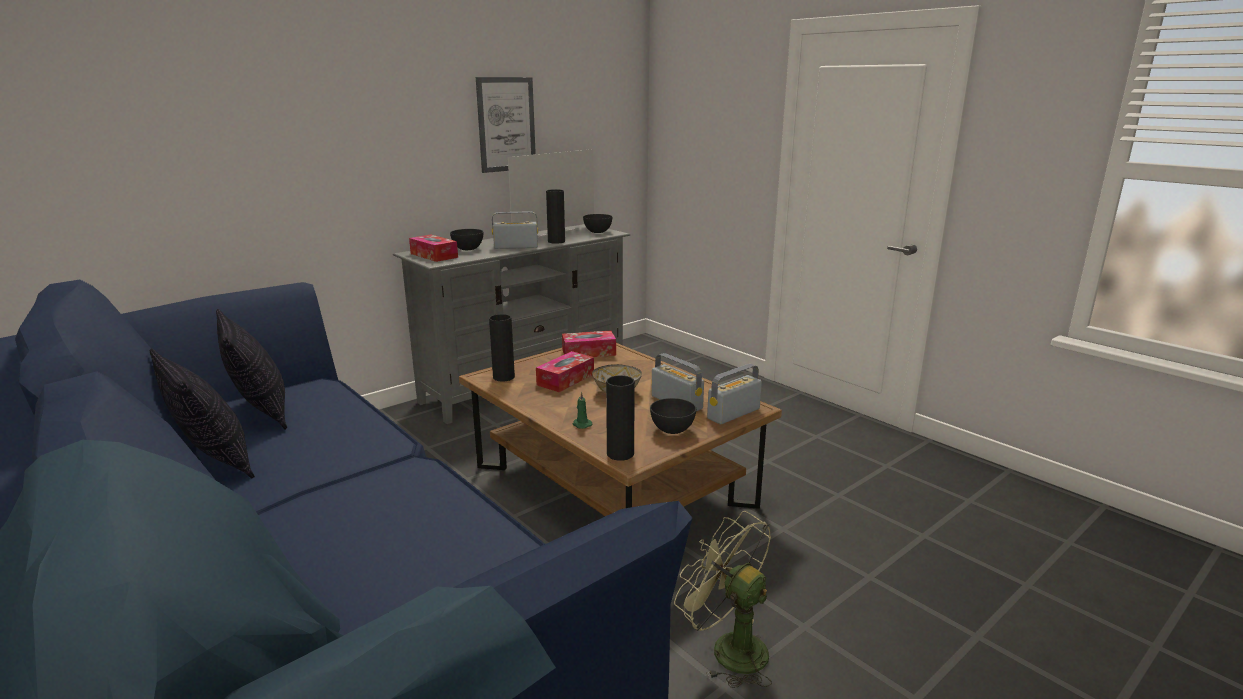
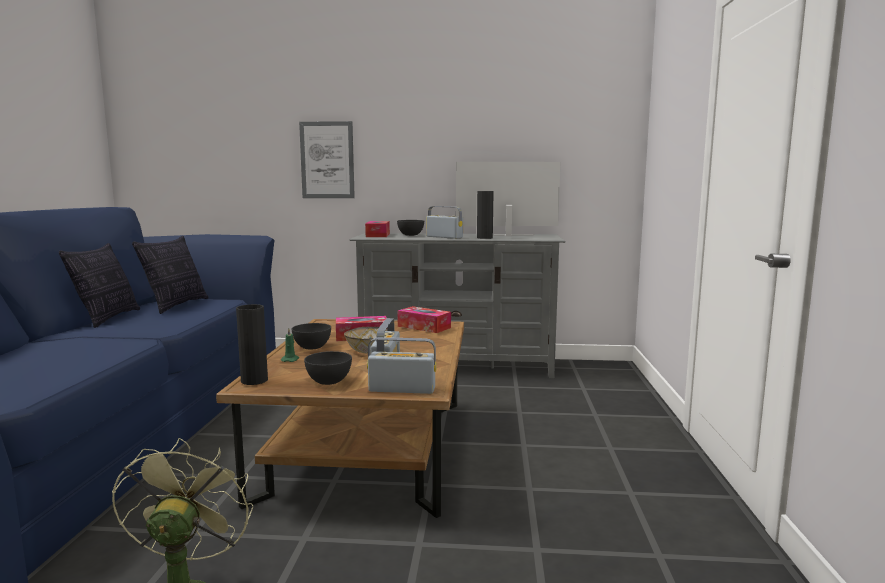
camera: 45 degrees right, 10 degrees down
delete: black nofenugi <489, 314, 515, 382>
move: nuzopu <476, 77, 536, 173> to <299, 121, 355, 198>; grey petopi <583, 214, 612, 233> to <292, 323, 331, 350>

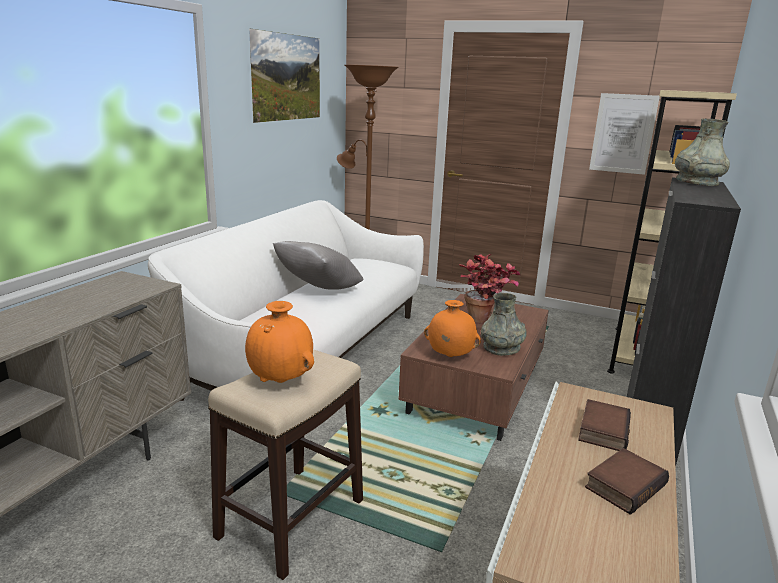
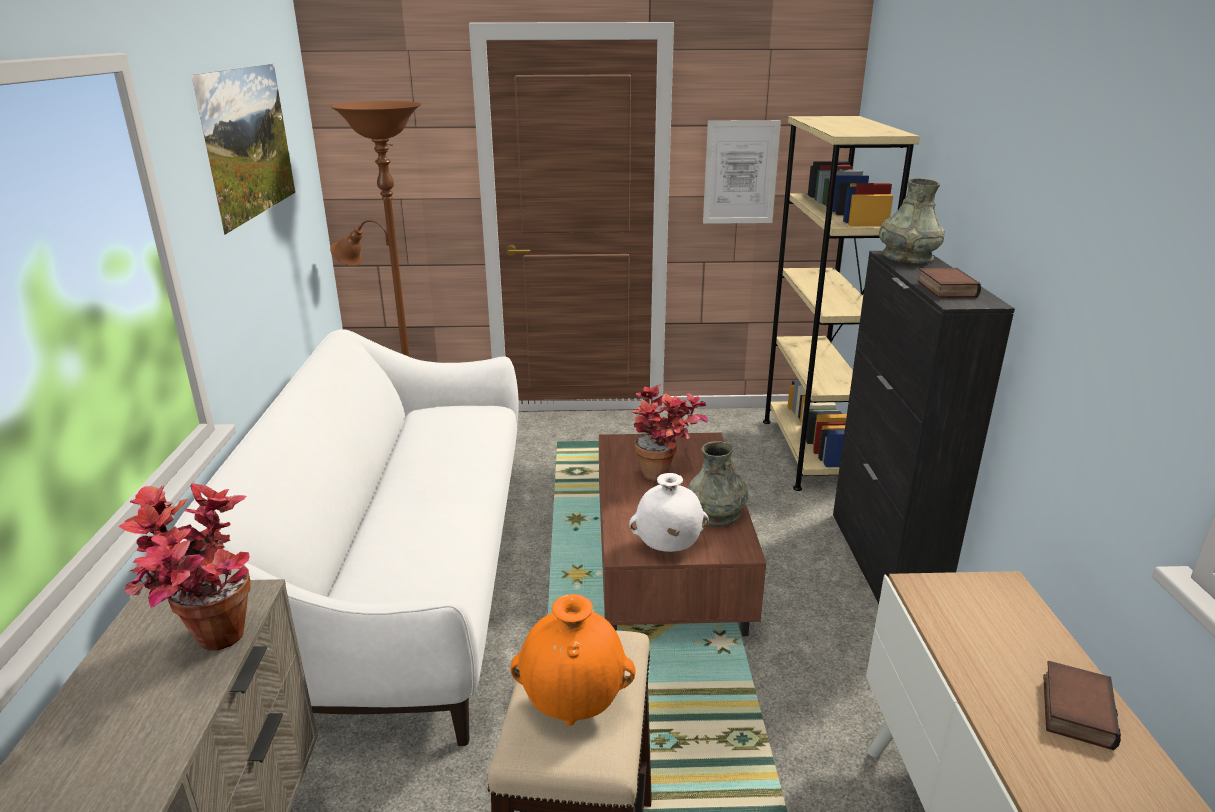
camera: 25 degrees left, 5 degrees up
delete: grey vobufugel <273, 241, 364, 290>
insert: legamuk <118, 483, 250, 651>
move: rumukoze <578, 399, 631, 451> to <917, 268, 981, 298>
recolor: orange nofenugi <424, 300, 481, 357> to white nofenugi <629, 473, 709, 552>

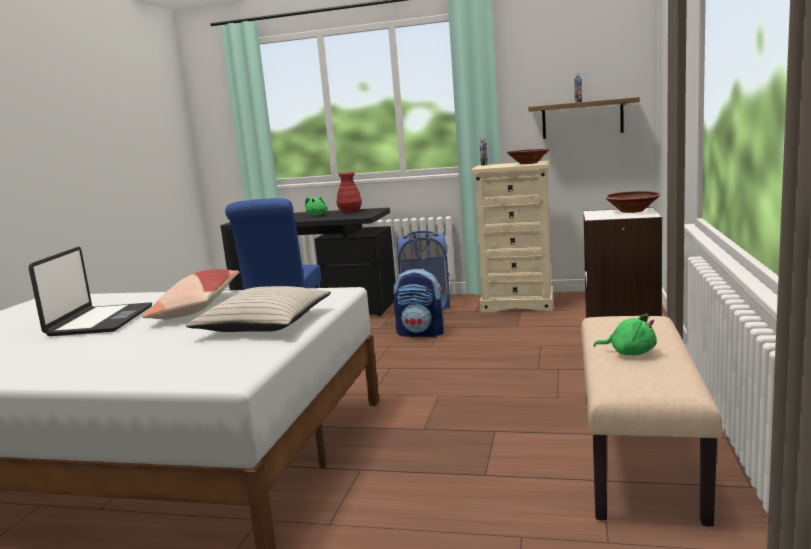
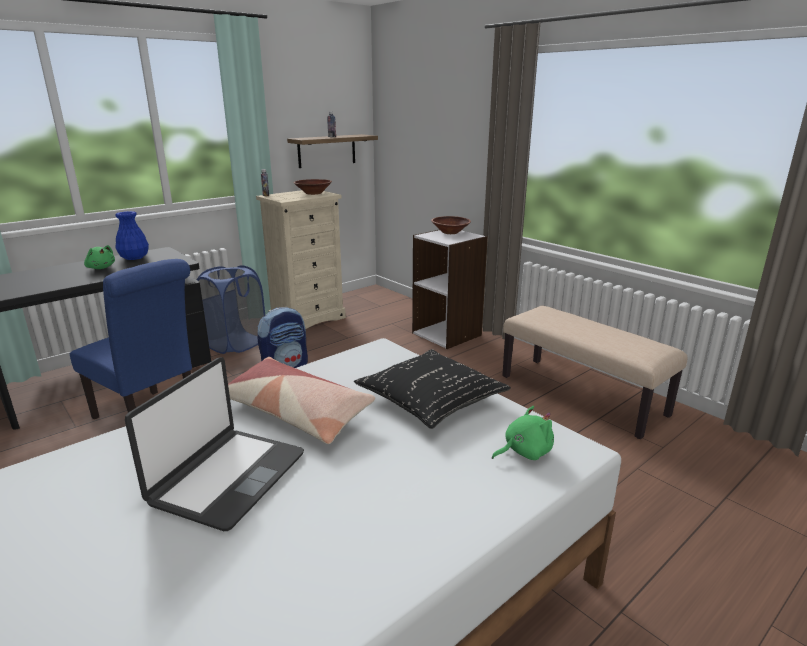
camera: 55 degrees left, 10 degrees up
move: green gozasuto <594, 314, 657, 355> to <492, 406, 554, 460>
recolor: beige vobufugel <186, 286, 331, 332> to black vobufugel <354, 349, 511, 429>; red nofenugi <336, 172, 362, 213> to blue nofenugi <115, 211, 149, 260>
rotate: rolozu <29, 247, 152, 336> = <125, 357, 304, 531> 75 degrees clockwise

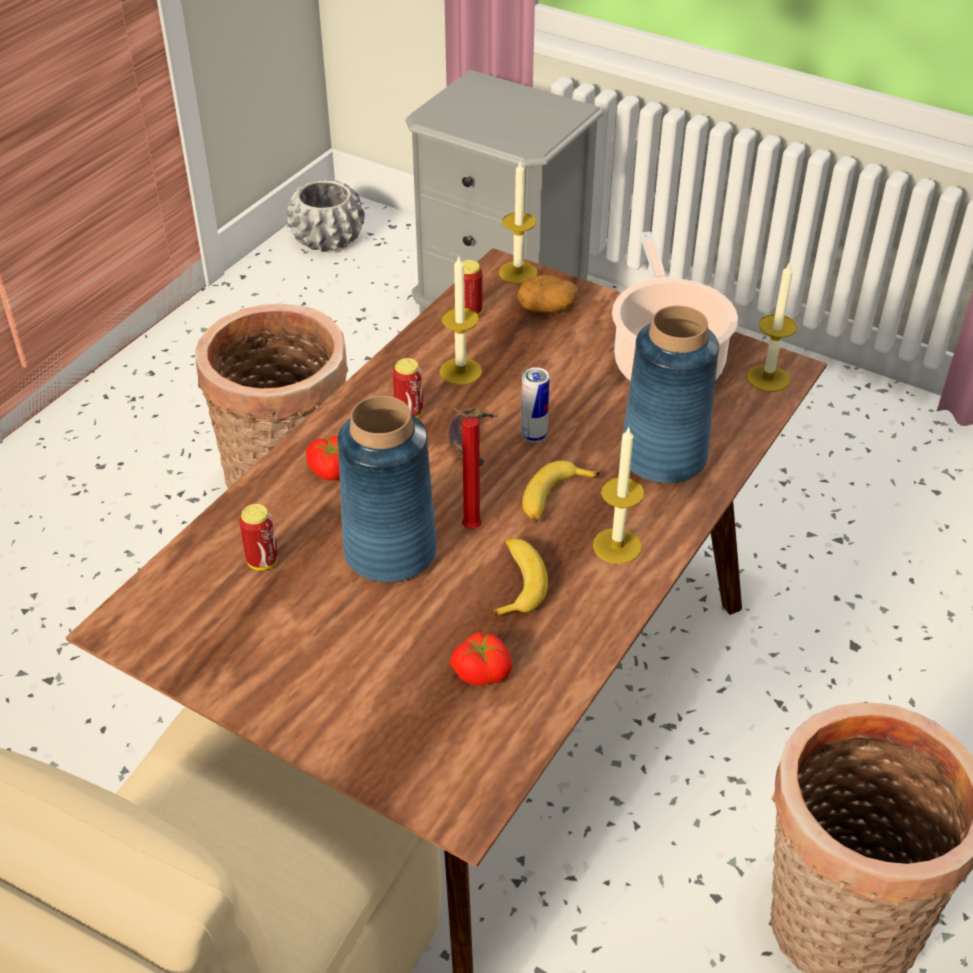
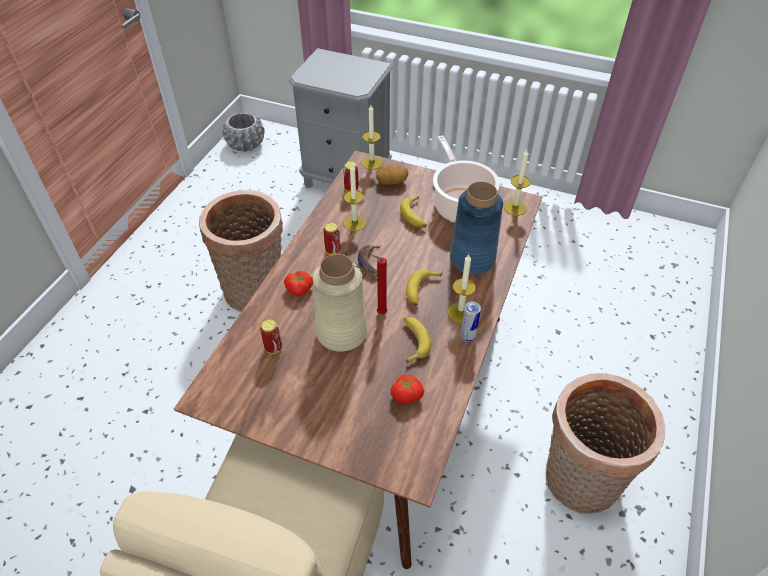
camera: 10 degrees left, 5 degrees up
insert: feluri <400, 195, 427, 228>
move: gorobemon <521, 367, 550, 442> to <460, 301, 481, 342>
recolor: blue nofenugi <337, 396, 437, 583> to beige nofenugi <313, 254, 367, 352>

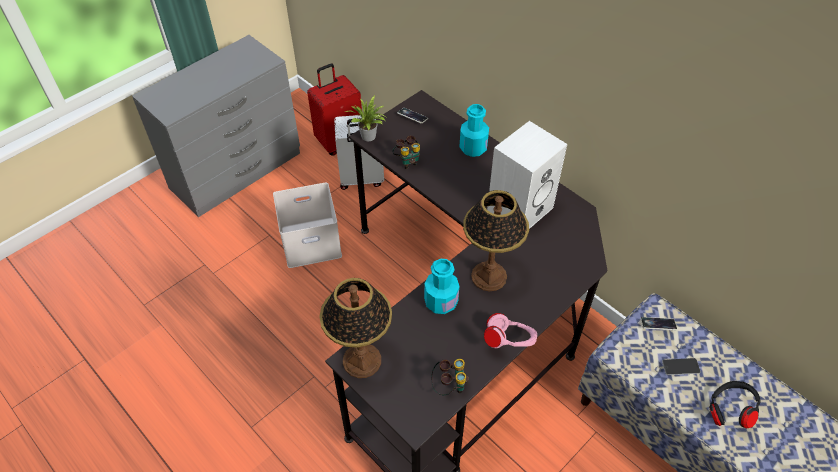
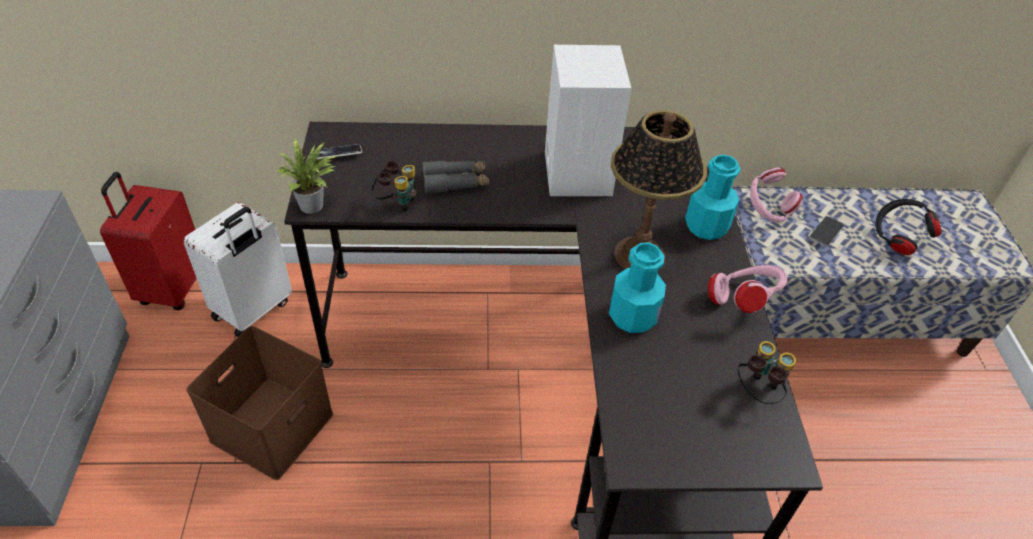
camera: 50 degrees left, 5 degrees down
delete: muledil <319, 278, 392, 378>
insert: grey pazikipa <422, 161, 489, 194>
move: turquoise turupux <459, 104, 489, 157> to <685, 155, 741, 240>
replace: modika <640, 317, 677, 330> to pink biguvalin <750, 167, 803, 222>
recolor: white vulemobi <273, 182, 342, 268> to brown vulemobi <186, 326, 333, 480>

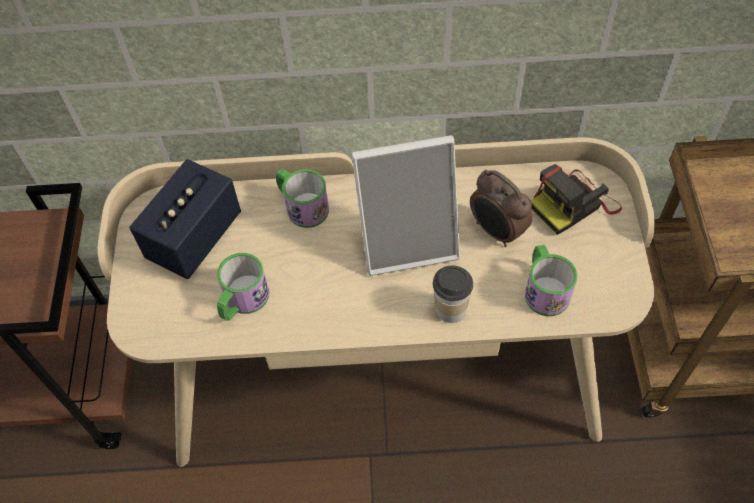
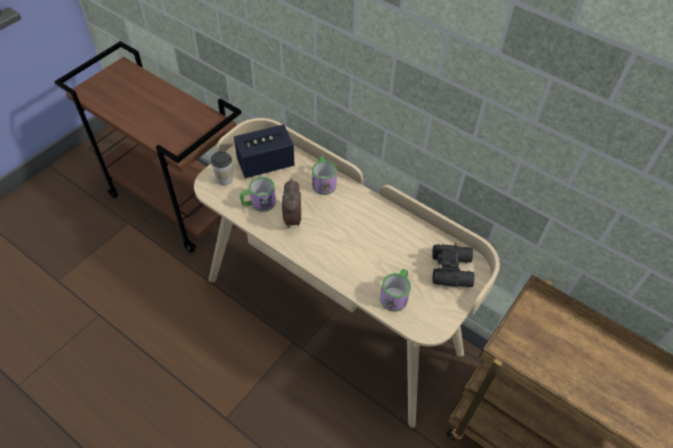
camera: 35 degrees right, 5 degrees down
delete: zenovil <352, 135, 460, 276>
move: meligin <433, 266, 473, 323> to <211, 151, 233, 185>; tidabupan <470, 170, 532, 247> to <282, 179, 301, 229>
replace: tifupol <531, 164, 622, 235> to black pazikipa <432, 243, 475, 288>

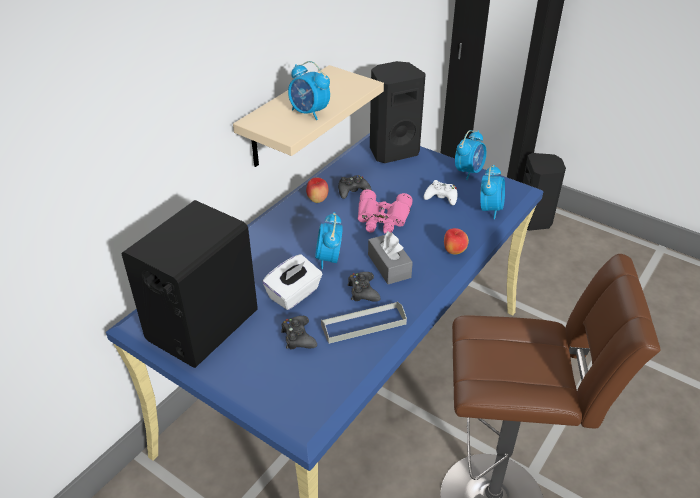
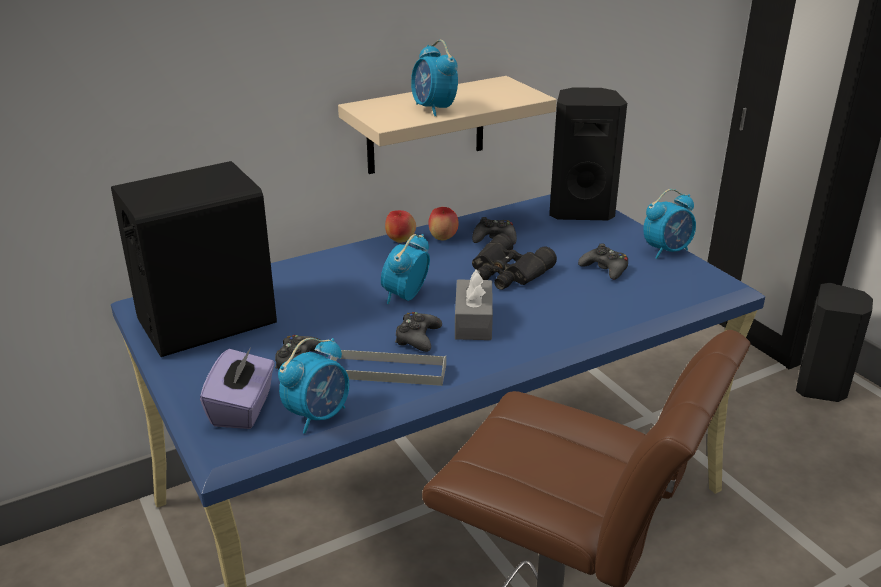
camera: 25 degrees right, 10 degrees down
delete: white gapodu <262, 254, 323, 310>
insert: purple gapodu <200, 348, 275, 429>
move: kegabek <444, 228, 469, 255> to <385, 210, 416, 243>; tidabupan <480, 165, 505, 219> to <278, 338, 349, 434>
recolor: pink pazikipa <358, 189, 413, 234> to black pazikipa <472, 233, 557, 290>; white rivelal <424, 180, 457, 205> to black rivelal <578, 243, 628, 280>

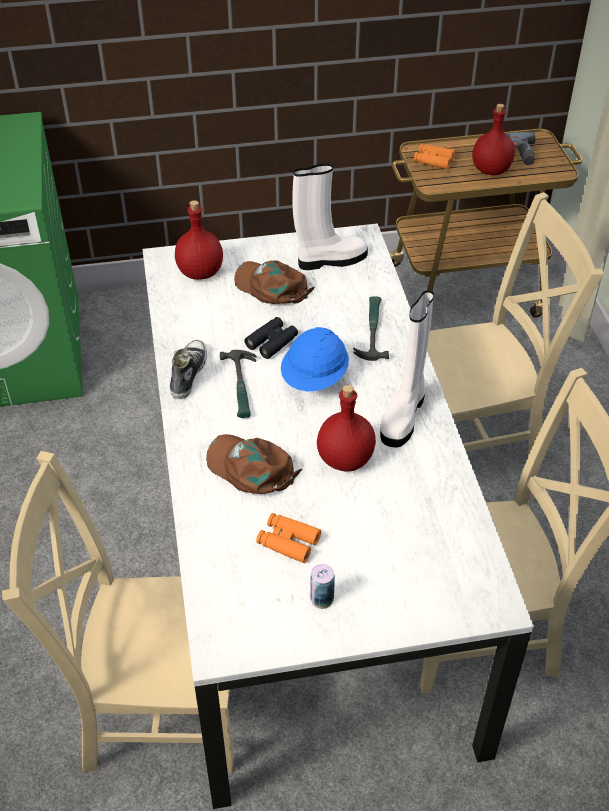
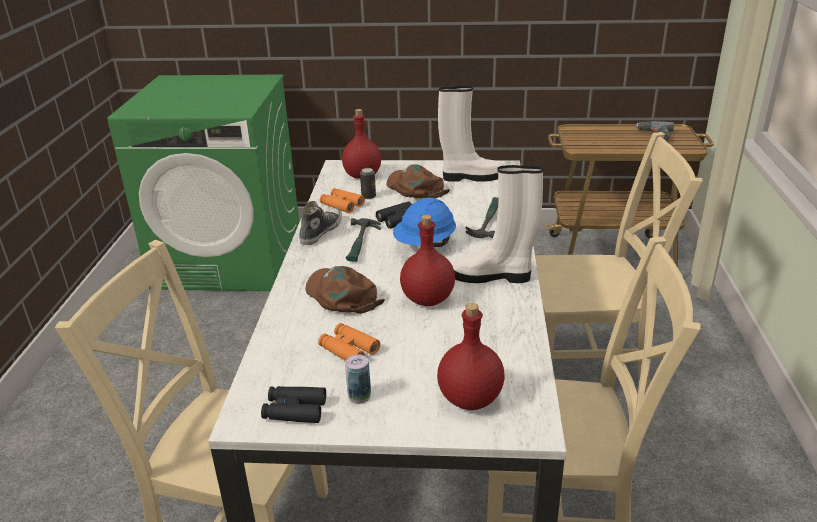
camera: 15 degrees right, 15 degrees down
insert: black pazikipa <261, 386, 326, 423>; gorobemon <360, 168, 376, 199>
move: orange pazikipa <414, 144, 455, 169> to <320, 188, 365, 213>; red turupux <472, 104, 515, 175> to <437, 303, 505, 410>
rotate: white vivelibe <380, 290, 434, 448> = <452, 165, 543, 283> 60 degrees clockwise

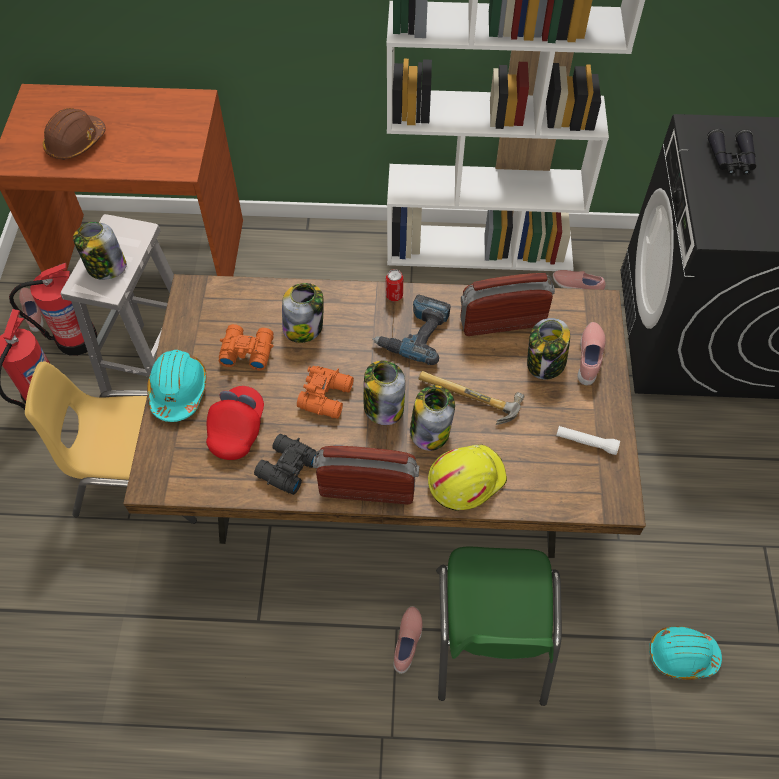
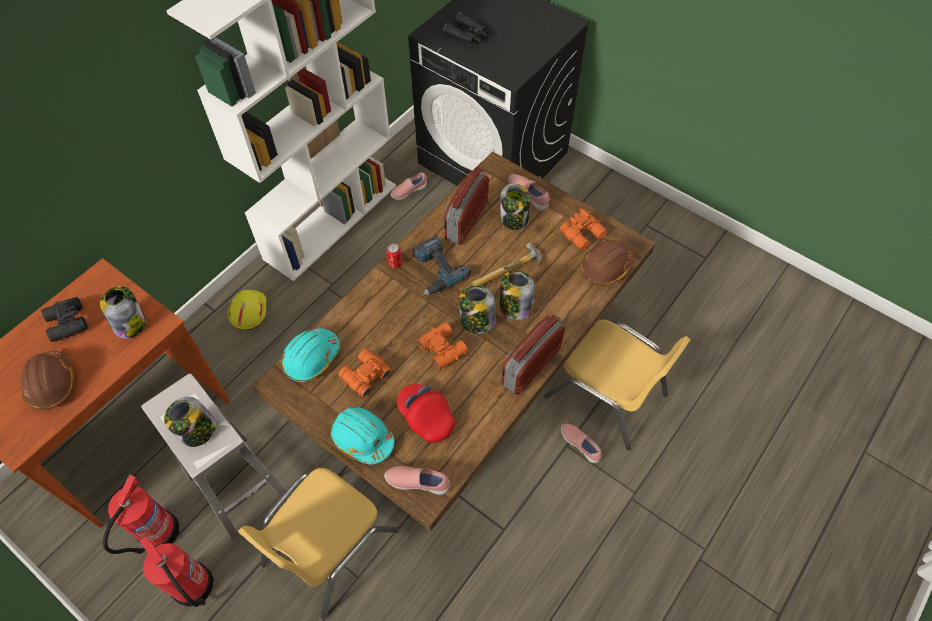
camera: 55 degrees left, 0 degrees up
insert: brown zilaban <580, 240, 635, 285>
move: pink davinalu <19, 288, 44, 332> to <384, 466, 450, 495>; black pazikipa <254, 434, 319, 495> to <41, 297, 88, 342>; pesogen <282, 283, 324, 343> to <100, 286, 146, 339>; yellow zilaban <428, 445, 507, 511> to <228, 289, 267, 331>; turquoise zilaban <649, 626, 722, 680> to <281, 328, 340, 382>
replace: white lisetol <556, 426, 620, 455> to orange pazikipa <560, 208, 607, 251>
recolor: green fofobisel <436, 547, 562, 706> to yellow fofobisel <544, 320, 691, 450>

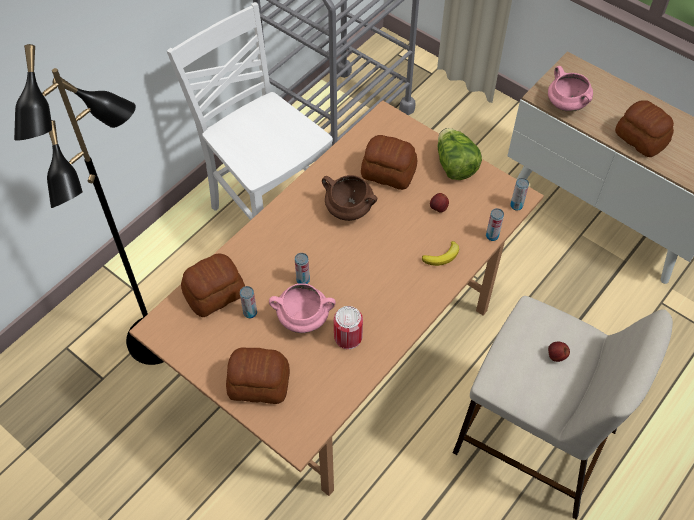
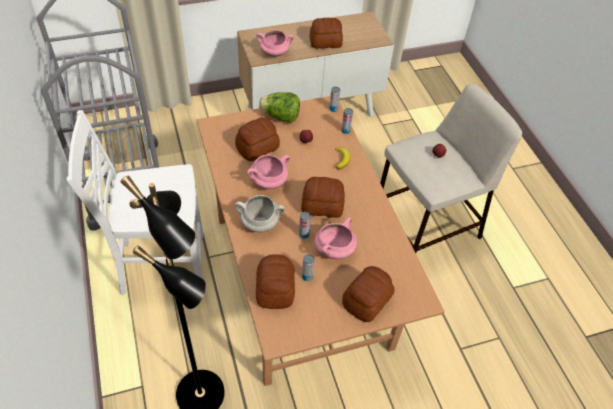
camera: 60 degrees left, 5 degrees down
delete: gorobemon <334, 306, 363, 349>
insert: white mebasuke <235, 195, 285, 232>; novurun <301, 177, 345, 218>
recolor: brown mebasuke <322, 175, 377, 221> to pink mebasuke <247, 155, 290, 189>

